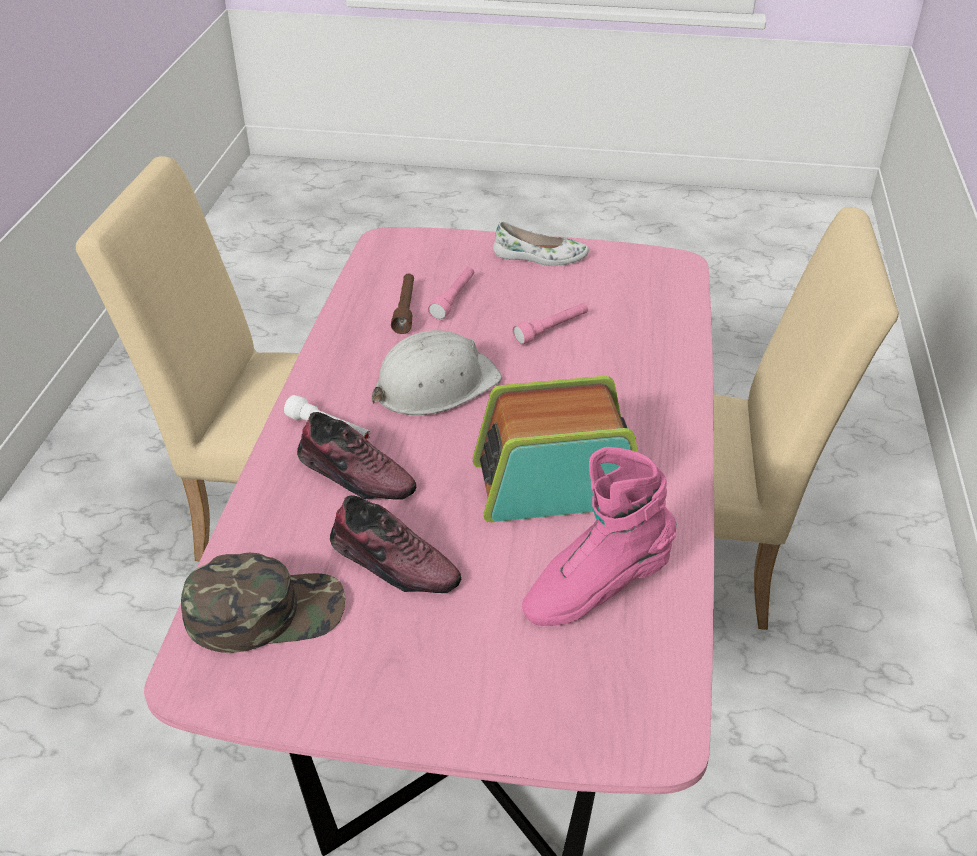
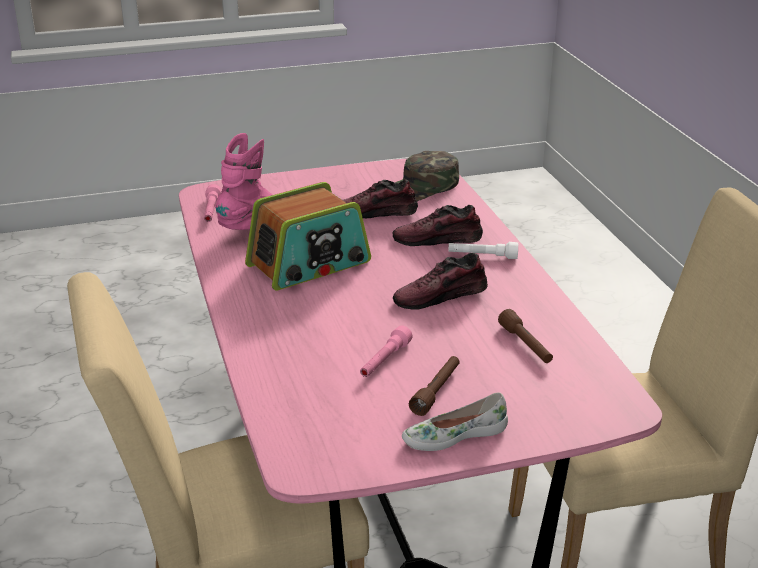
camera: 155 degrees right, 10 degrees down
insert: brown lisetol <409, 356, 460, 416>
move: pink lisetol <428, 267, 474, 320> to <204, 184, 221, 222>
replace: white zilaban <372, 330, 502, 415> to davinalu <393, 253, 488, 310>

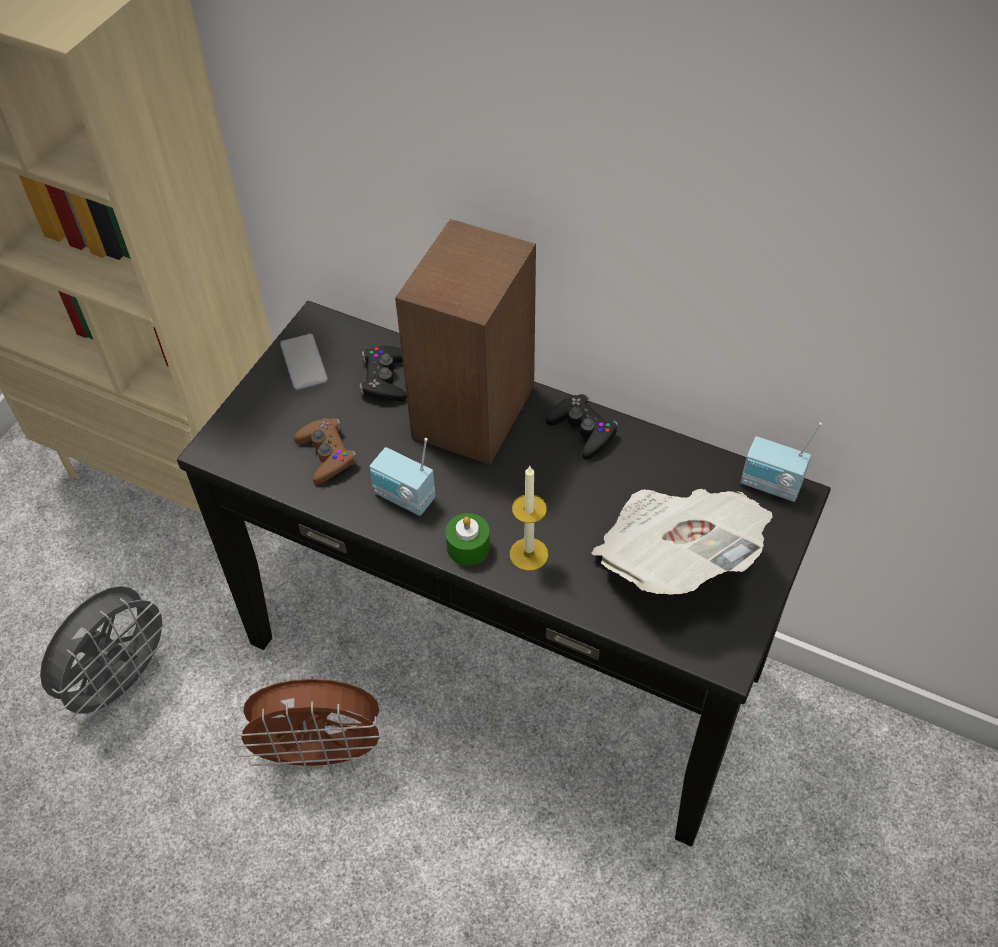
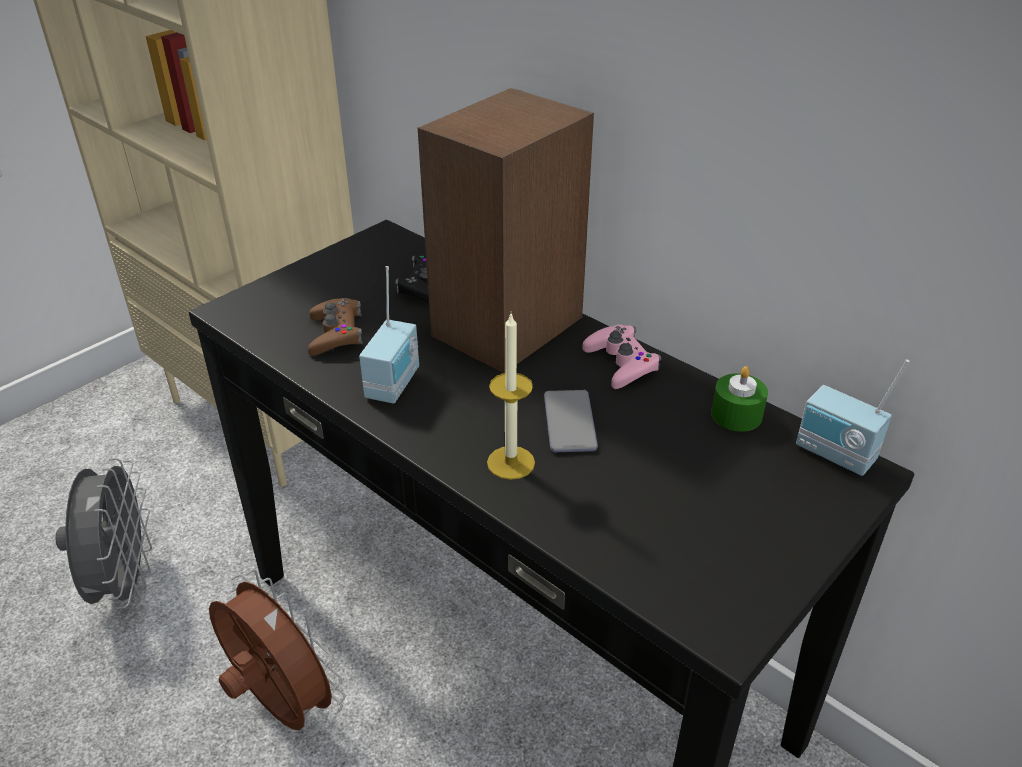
camera: 15 degrees right, 15 degrees down
delete: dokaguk <591, 489, 773, 595>
move: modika <280, 334, 328, 390> to <544, 390, 598, 452>; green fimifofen <445, 513, 490, 566> to <711, 366, 768, 432>
recolor: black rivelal <546, 394, 618, 460> to pink rivelal <582, 325, 661, 389>
rotate: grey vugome <40, 586, 173, 725> = <56, 458, 152, 609> 60 degrees counterclockwise; brown vugome <231, 679, 389, 777> = <209, 570, 345, 730> 150 degrees counterclockwise; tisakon <369, 438, 436, 516> = <359, 266, 419, 404> 120 degrees counterclockwise

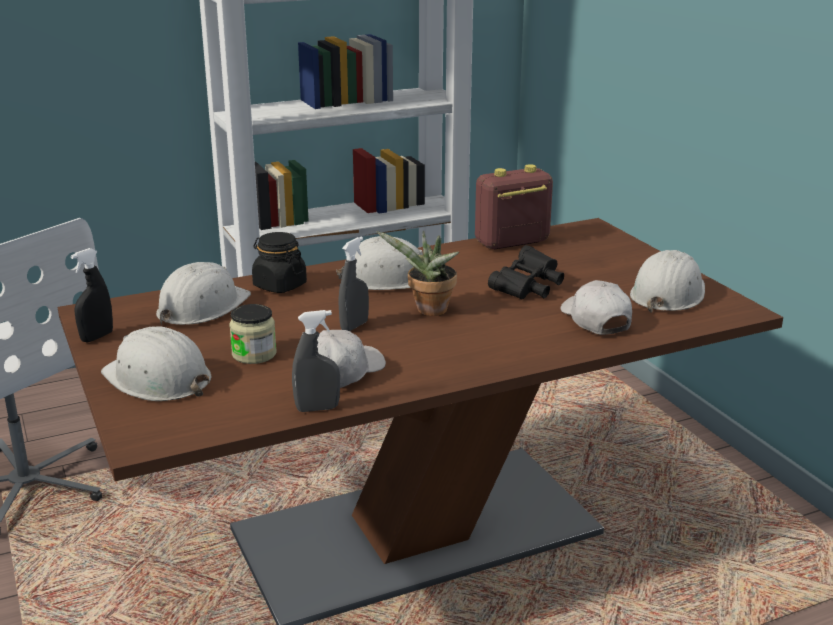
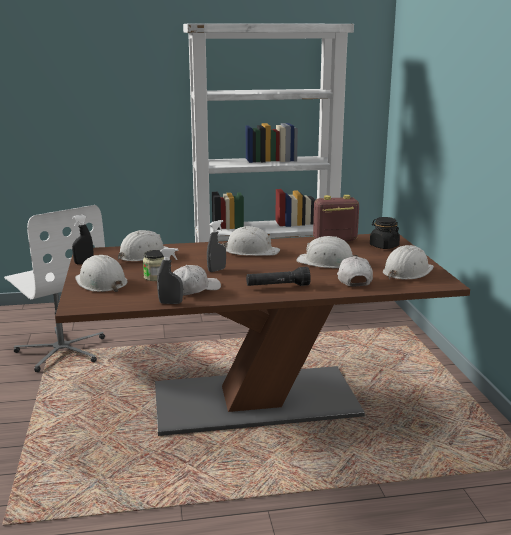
camera: 15 degrees right, 5 degrees down
delete: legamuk <376, 231, 459, 316>
insert: black lisetol <246, 267, 311, 286>
move: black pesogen <252, 232, 307, 293> to <370, 217, 400, 249>
replace: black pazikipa <488, 245, 564, 300> to white zilaban <296, 236, 359, 268>

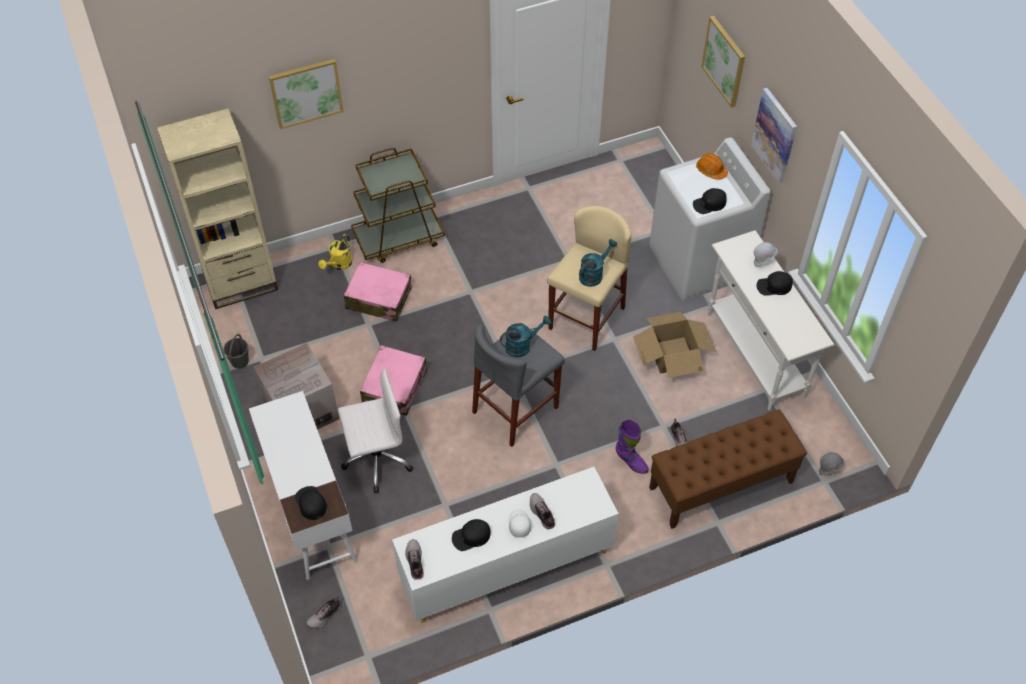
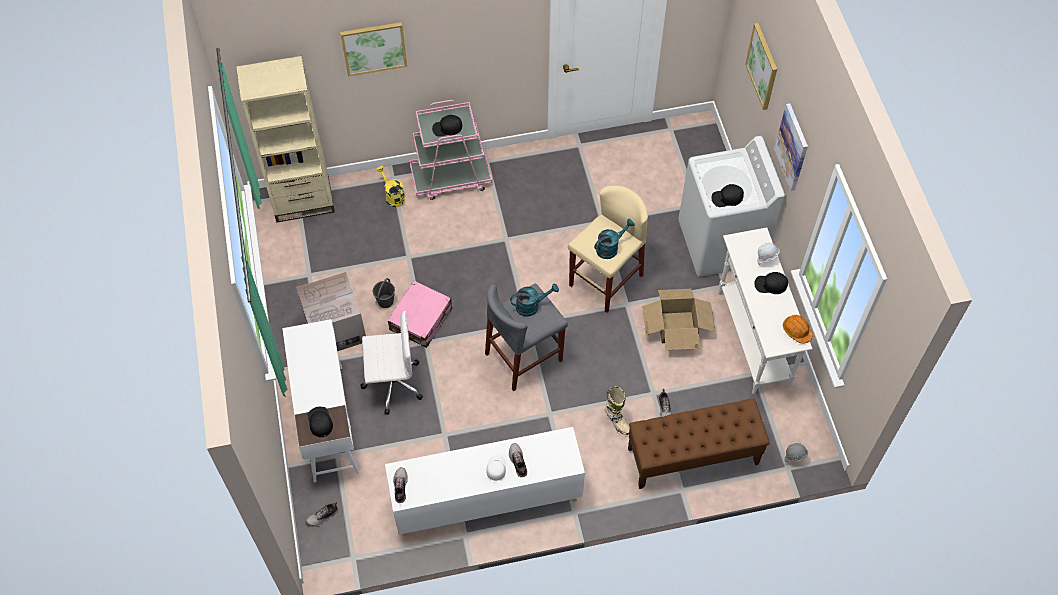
camera: 10 degrees right, 5 degrees up
delete: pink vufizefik <344, 262, 412, 322>
move: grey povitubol <223, 334, 249, 369> to <373, 278, 395, 308>; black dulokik <452, 519, 490, 551> to <432, 115, 462, 137>; orange zilaban <696, 153, 728, 180> to <783, 315, 813, 344>
recolor: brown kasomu <351, 148, 445, 263> to pink kasomu <409, 100, 492, 200>; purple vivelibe <616, 420, 649, 474> to beige vivelibe <605, 386, 630, 435>
rotate: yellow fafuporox <319, 234, 352, 270> = <376, 166, 405, 207> 105 degrees clockwise

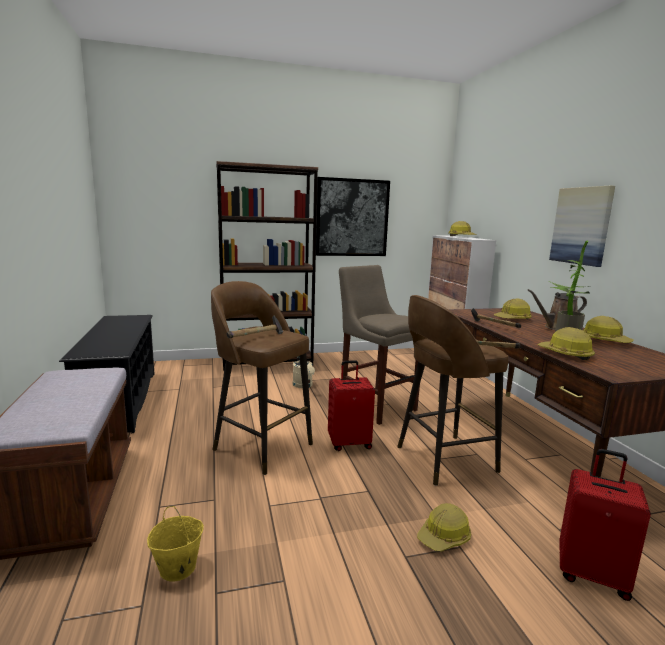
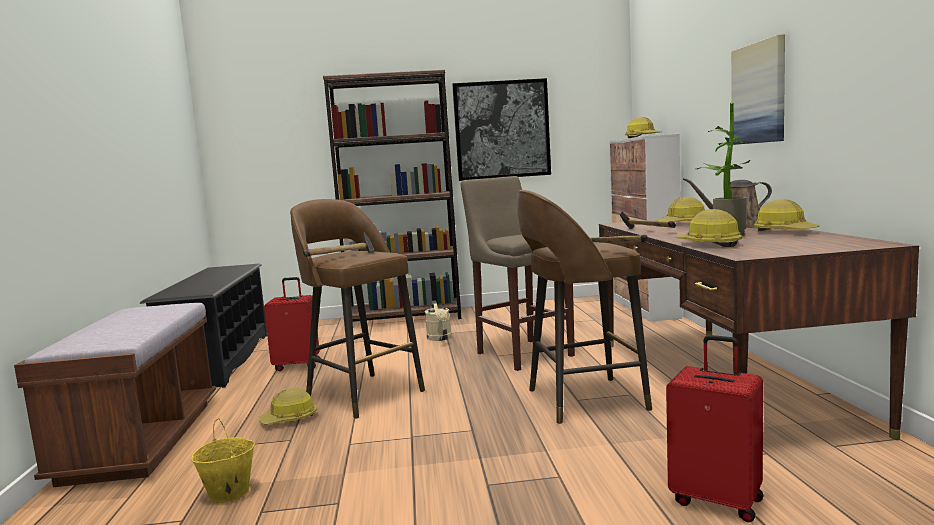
camera: 10 degrees right, 5 degrees down
move: red vufizefik <328, 360, 375, 451> to <264, 277, 320, 371>; zilaban <417, 503, 471, 552> to <258, 388, 317, 425>

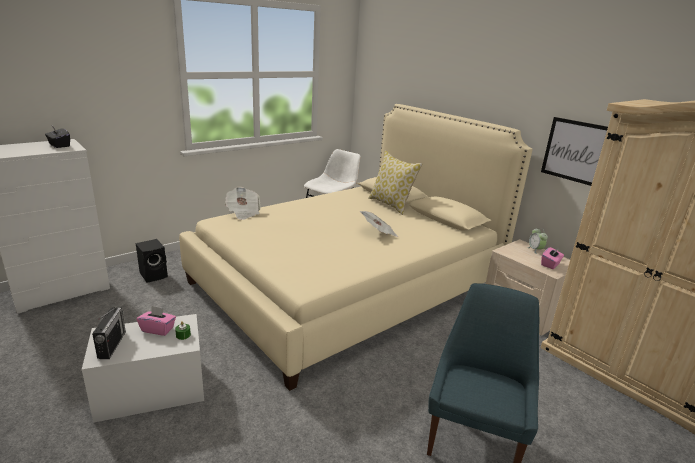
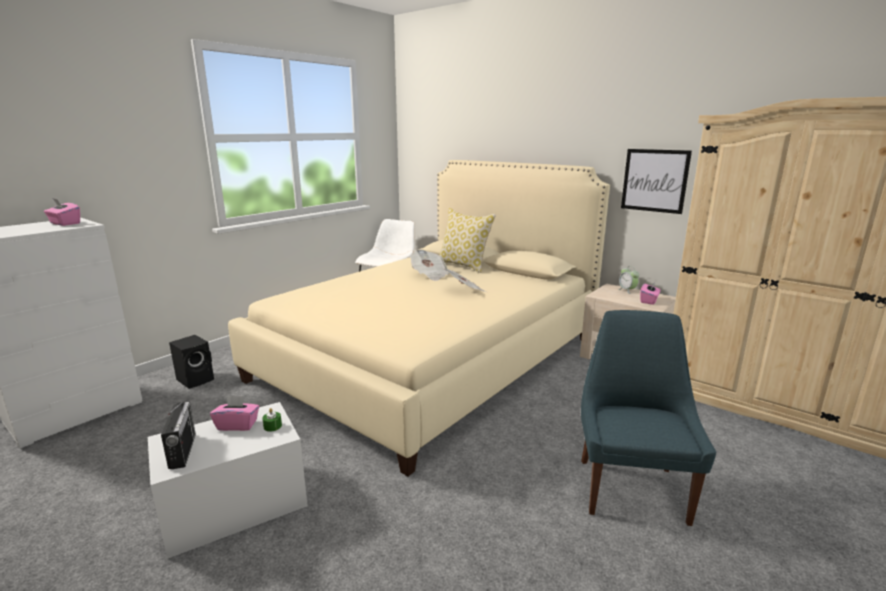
camera: 10 degrees left, 5 degrees down
move: dokaguk <225, 187, 260, 220> to <410, 249, 449, 281>
recolor: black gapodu <45, 126, 70, 148> to pink gapodu <44, 199, 80, 226>

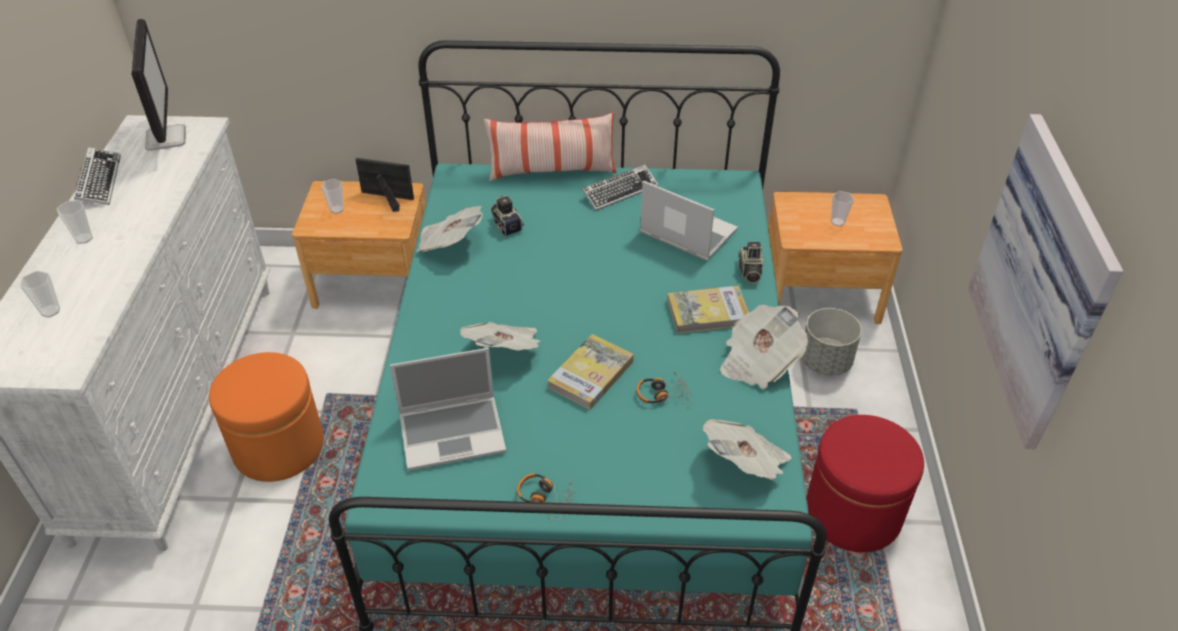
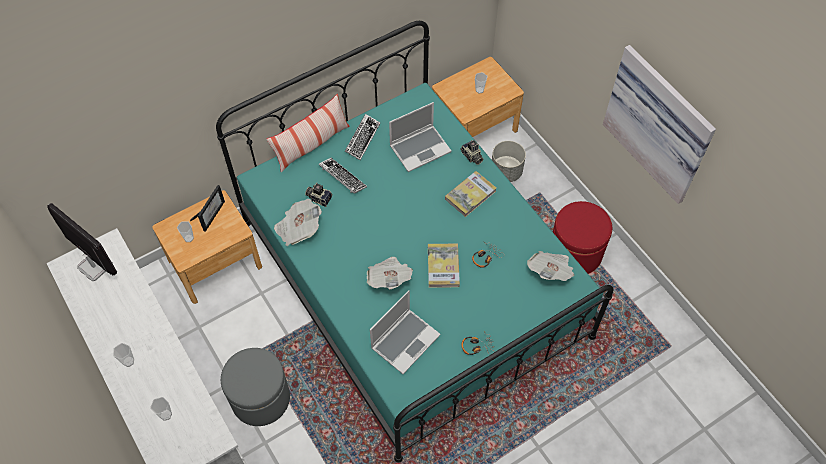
camera: 35 degrees left, 15 degrees up
delete: dokaguk <720, 304, 808, 389>
move: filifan <74, 147, 121, 205> to <319, 158, 367, 194>
recolor: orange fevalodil <209, 352, 324, 482> to grey fevalodil <221, 348, 290, 426>
rotate: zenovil <355, 158, 414, 212> = <190, 185, 225, 232> 135 degrees clockwise; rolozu <640, 180, 738, 261> = <389, 102, 452, 172> 150 degrees clockwise

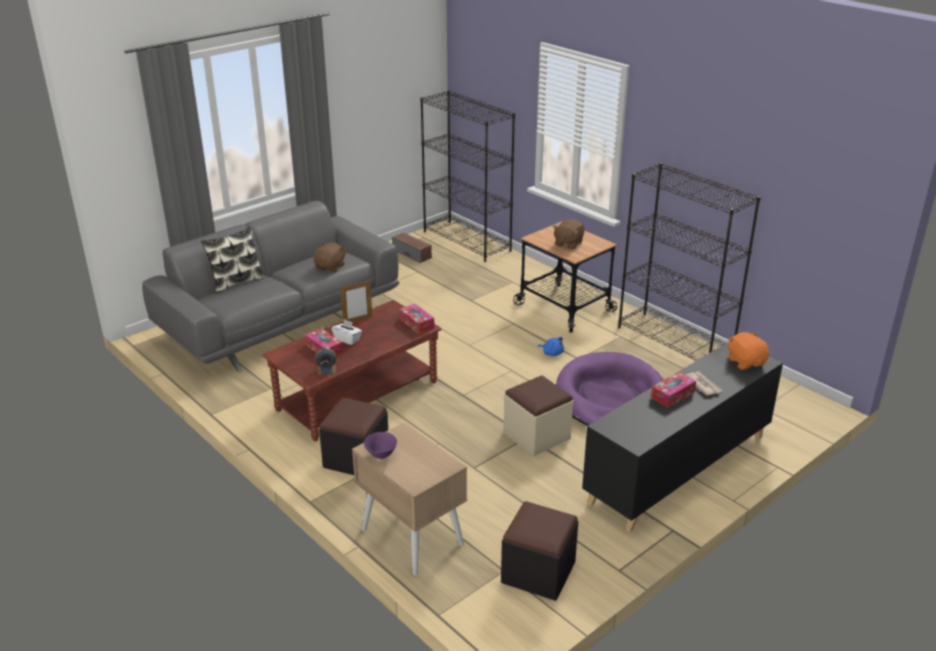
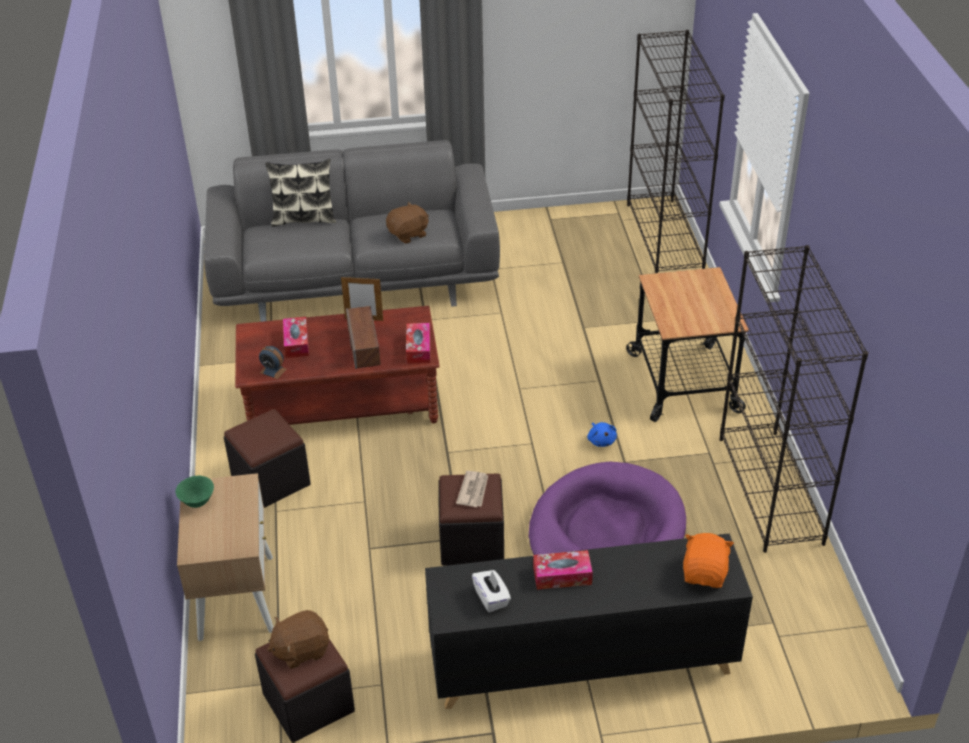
camera: 35 degrees right, 10 degrees up
move: white gapodu <332, 319, 362, 345> to <472, 570, 511, 613>; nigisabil <392, 233, 432, 263> to <346, 306, 381, 369>; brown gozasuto <553, 219, 585, 250> to <267, 610, 329, 669>; dokaguk <686, 371, 723, 396> to <456, 471, 488, 507>
recolor: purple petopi <364, 432, 397, 459> to green petopi <175, 476, 214, 508>; beige fevalodil <504, 375, 573, 456> to black fevalodil <439, 474, 504, 566>

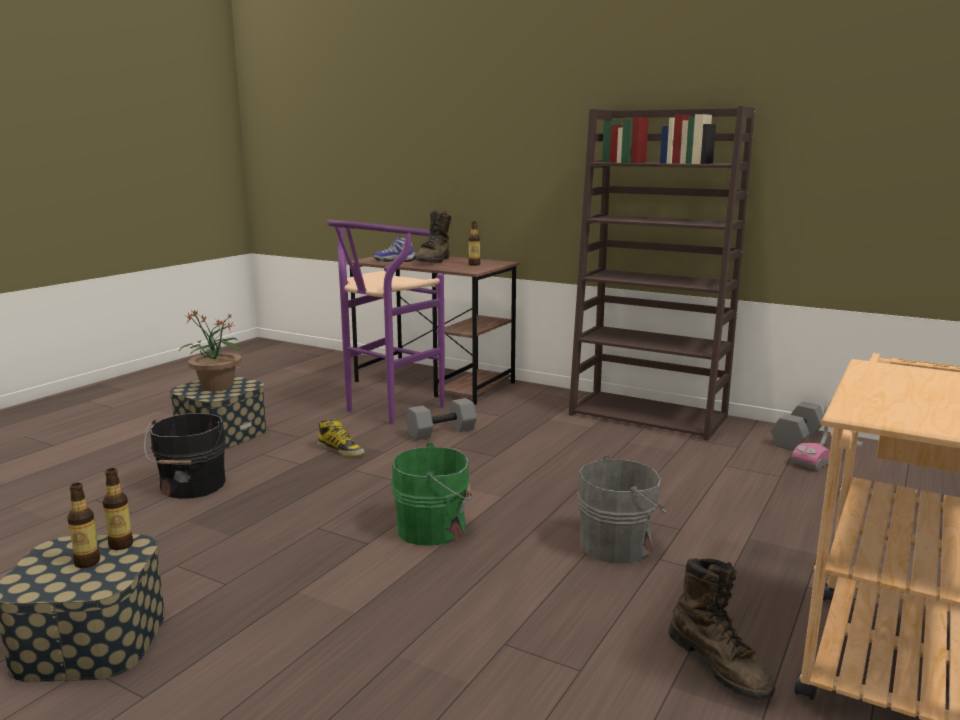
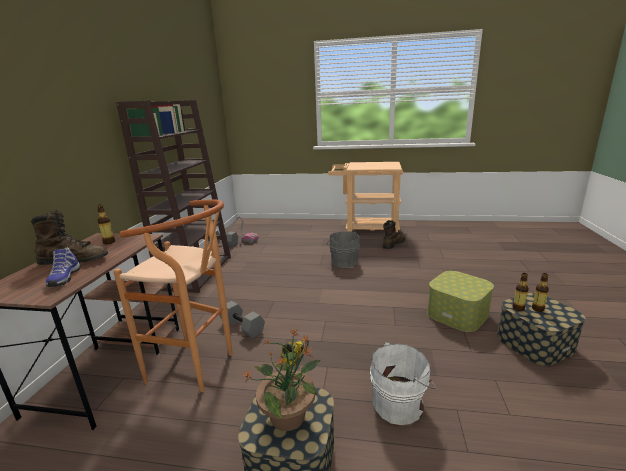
camera: 110 degrees left, 5 degrees up
delete: green povitubol <391, 443, 472, 546>
insert: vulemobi <427, 271, 494, 332>
recolor: black povitubol <144, 413, 226, 499> to white povitubol <370, 342, 436, 425>; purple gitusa <327, 220, 445, 424> to brown gitusa <113, 199, 233, 392>

